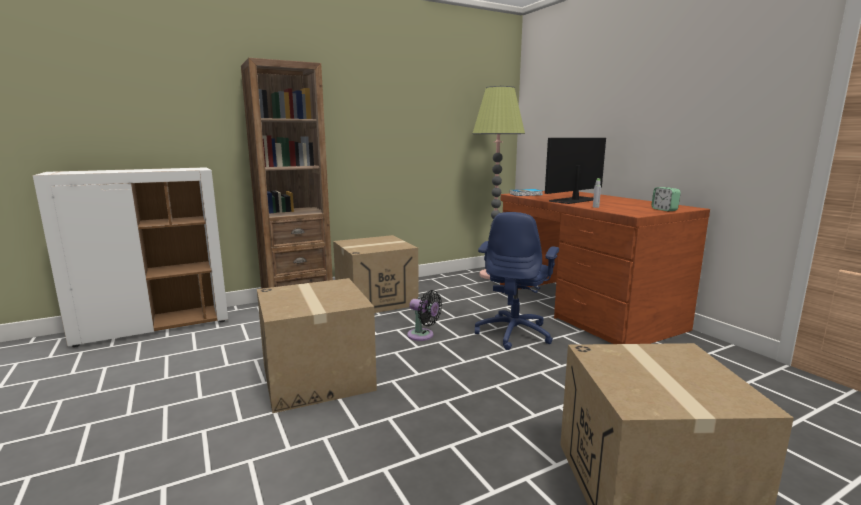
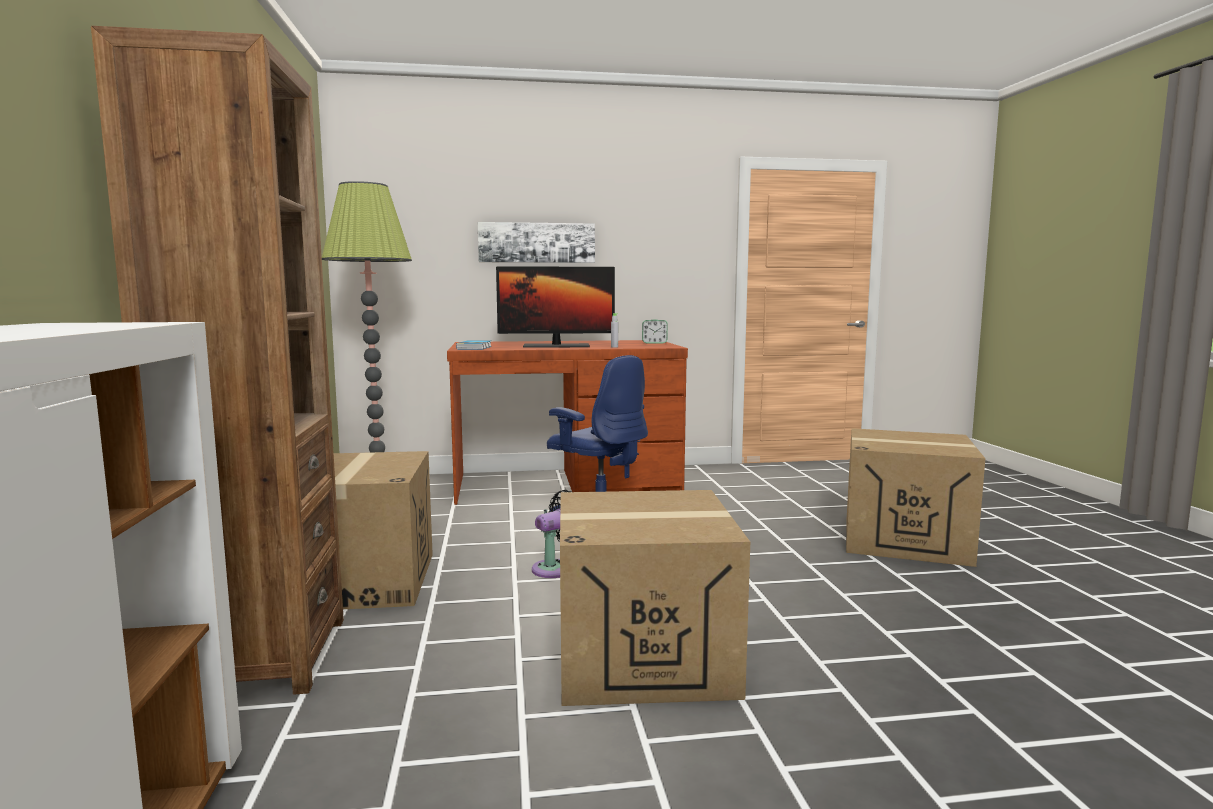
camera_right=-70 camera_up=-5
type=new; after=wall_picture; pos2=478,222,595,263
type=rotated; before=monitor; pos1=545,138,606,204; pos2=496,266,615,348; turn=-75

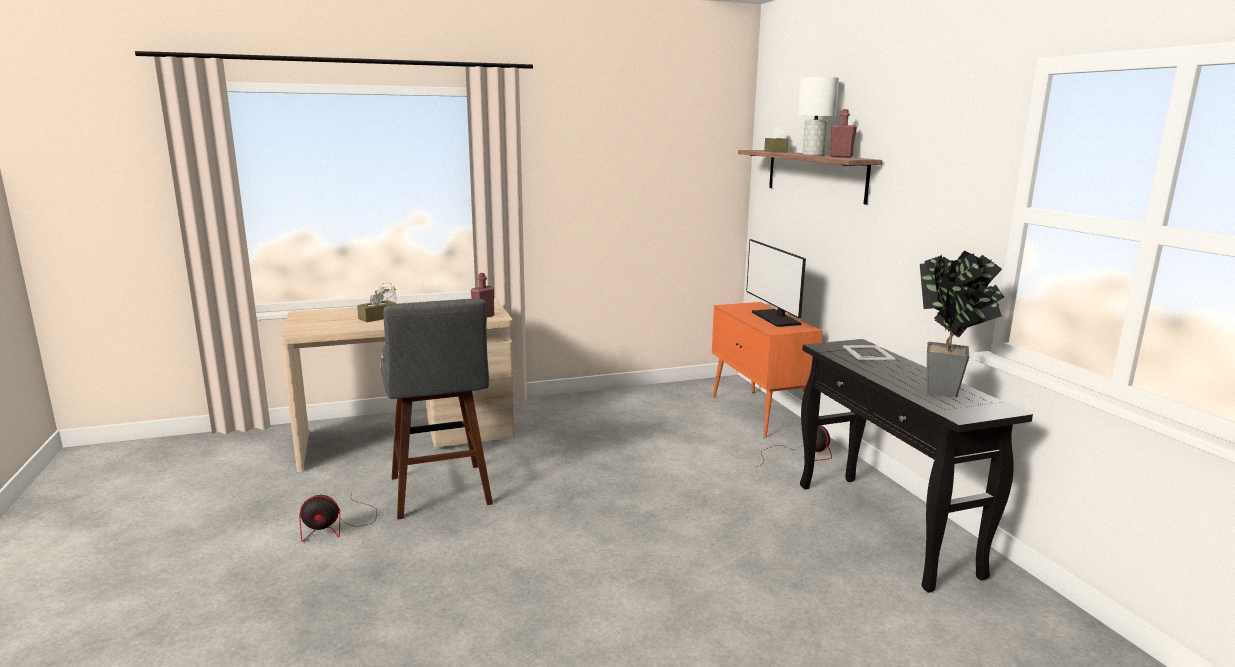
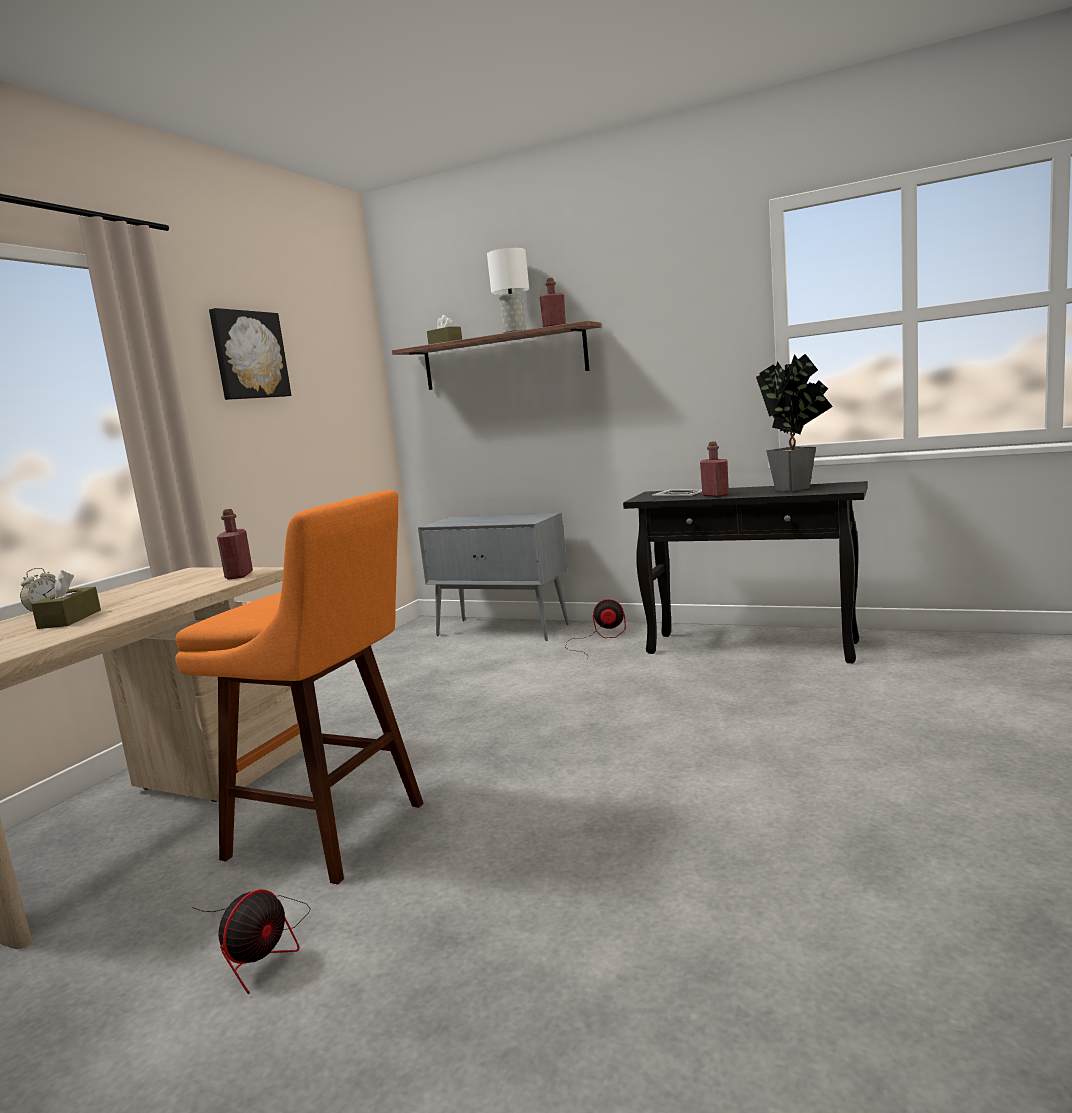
camera_right=-45 camera_up=-5
type=gone; before=monitor; pos1=746,239,806,327
type=new; after=wall_picture; pos2=209,308,291,400
type=new; after=red_drink_bottle; pos2=700,441,729,497
type=repainted; before=greyish_stool_seat; after=orangey_stool_seat; pos1=380,299,493,520; pos2=175,490,424,885
type=repainted; before=orangey_storage_cabinet; after=greyish_storage_cabinet; pos1=712,302,823,438; pos2=418,513,569,641

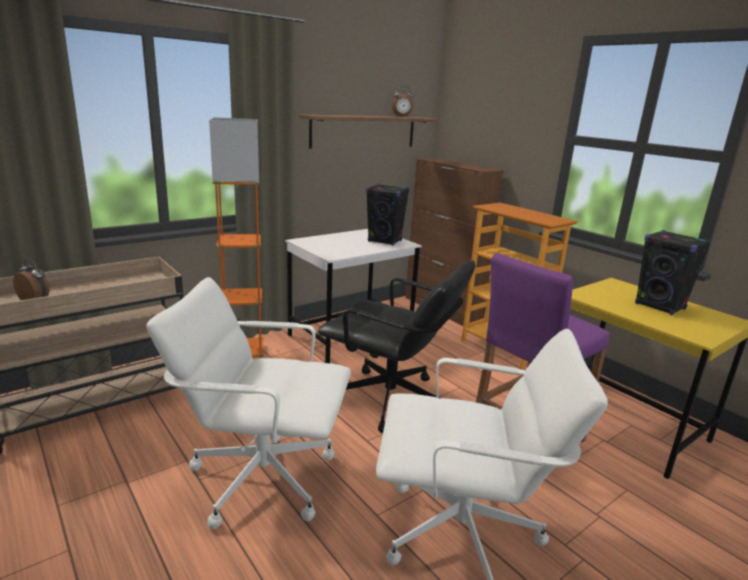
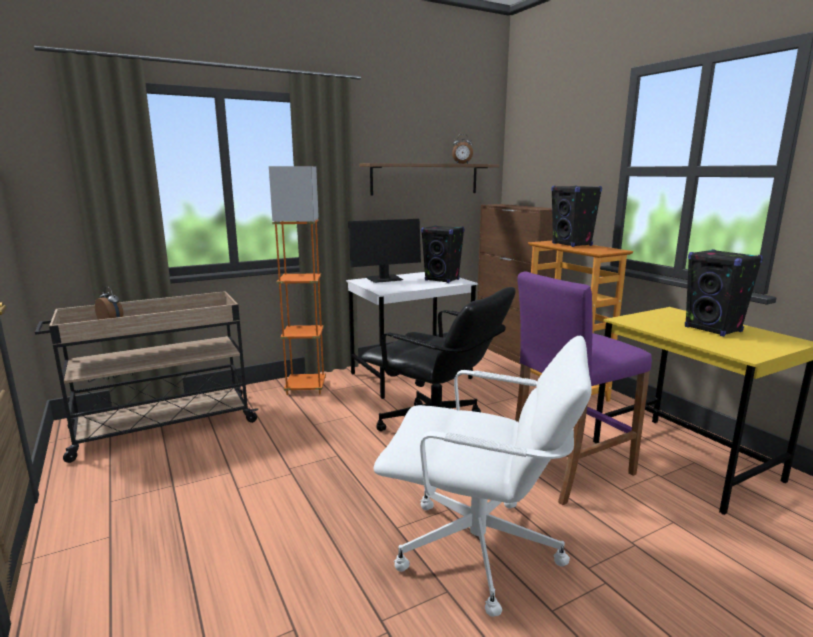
camera_right=10 camera_up=-5
type=gone; before=white_office_chair; pos1=146,277,351,529
type=new; after=monitor; pos2=348,219,421,283
type=new; after=blackish_speaker; pos2=551,185,602,247

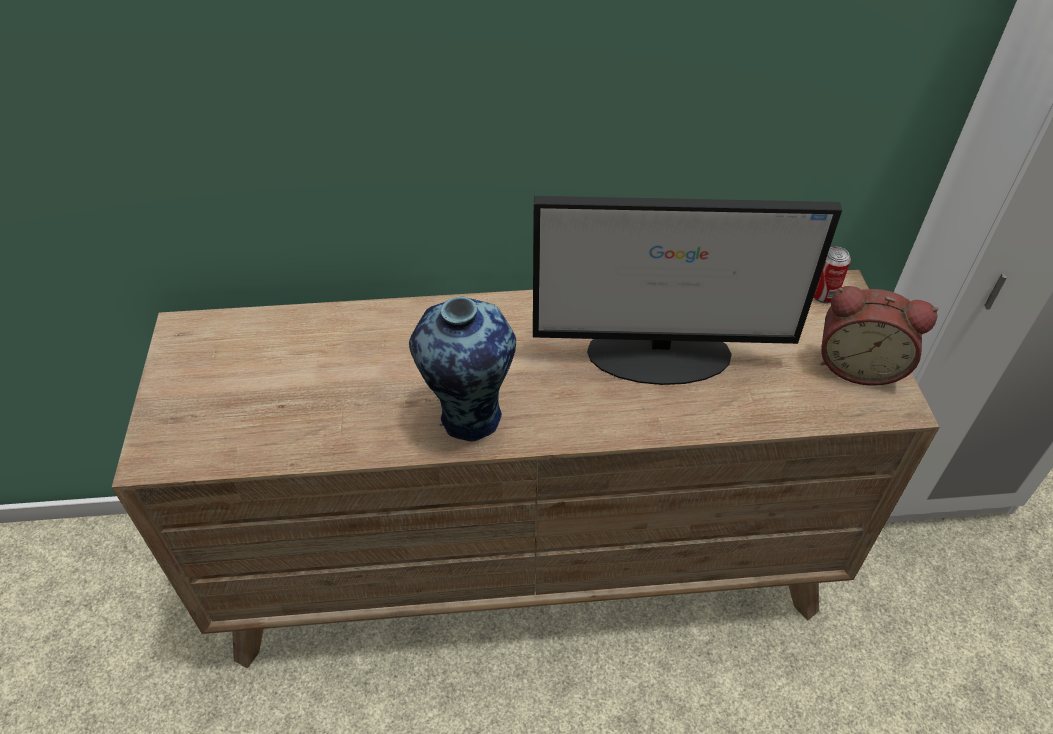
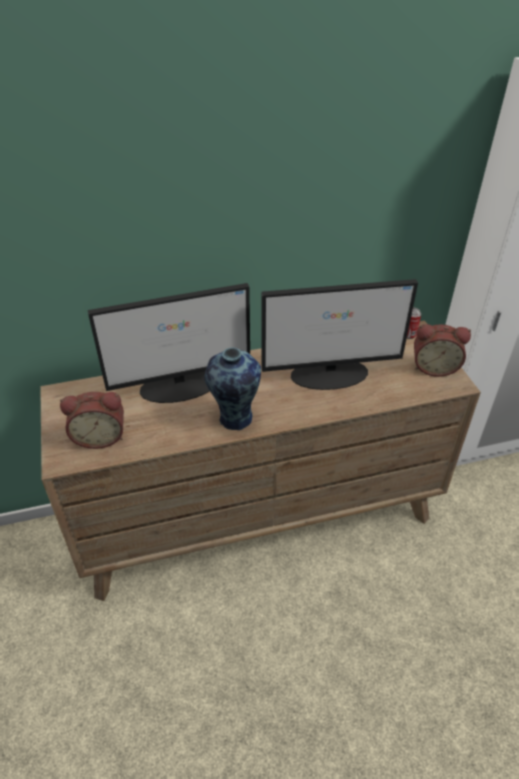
camera_right=-10 camera_up=-5
type=new; after=bedside_clock; pos2=60,392,124,449
type=new; after=monitor; pos2=88,283,250,403

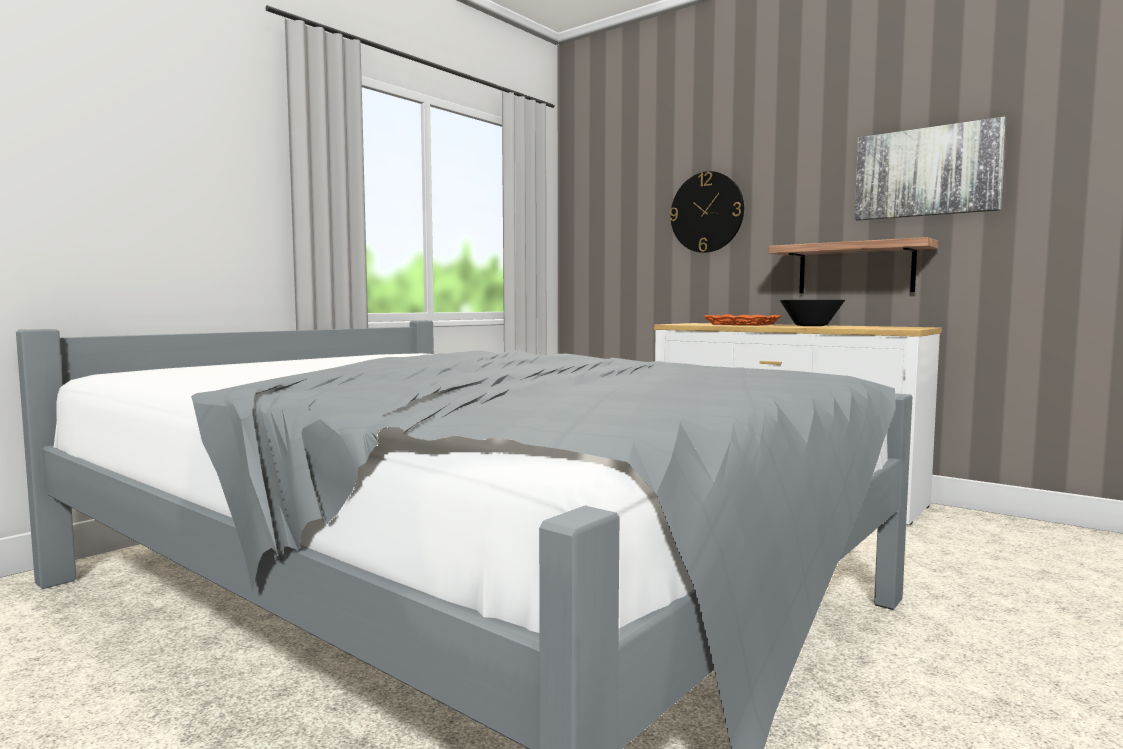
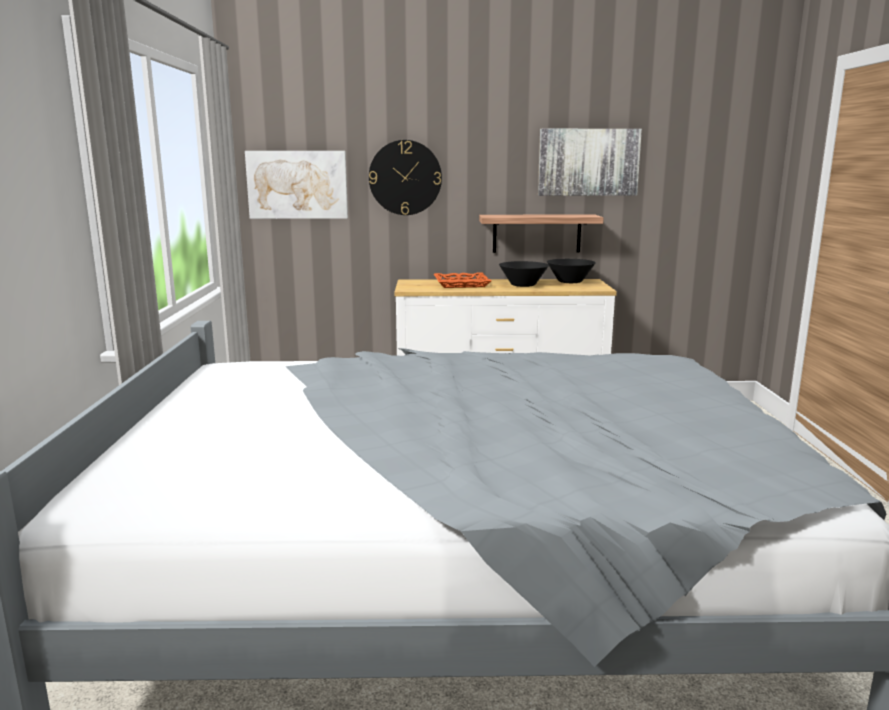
camera_right=-40 camera_up=10
type=new; after=wall_picture; pos2=245,151,348,219
type=new; after=blackish_bowl; pos2=547,259,596,283

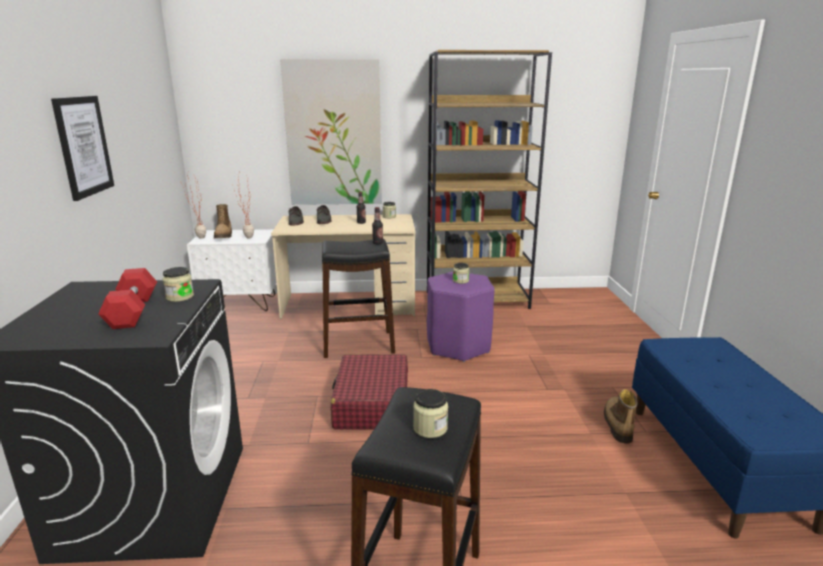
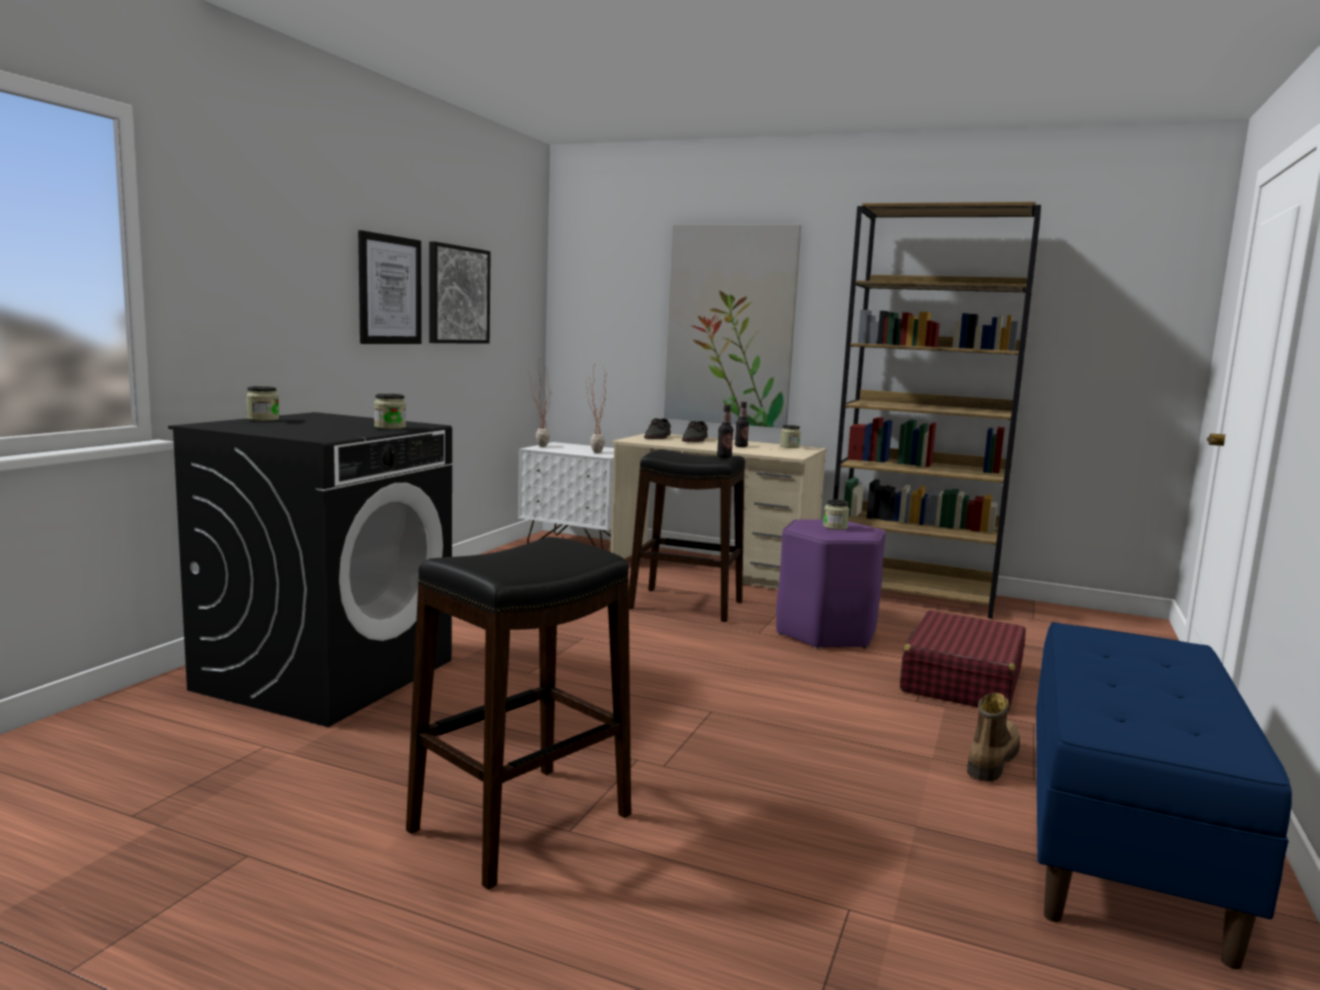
camera_right=25 camera_up=-10
type=gone; before=red_hand_weight; pos1=98,268,157,329
type=gone; before=tall_boot; pos1=214,204,232,238
type=new; after=wall_picture; pos2=429,242,491,344
type=shifted; before=red_piece_of_luggage; pos1=331,354,408,430; pos2=900,610,1026,712
type=shifted; before=storage_jar; pos1=413,389,448,438; pos2=246,386,279,421

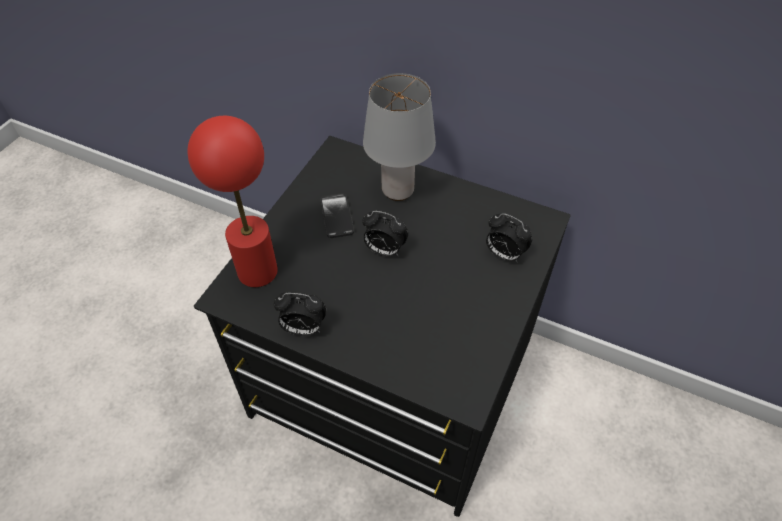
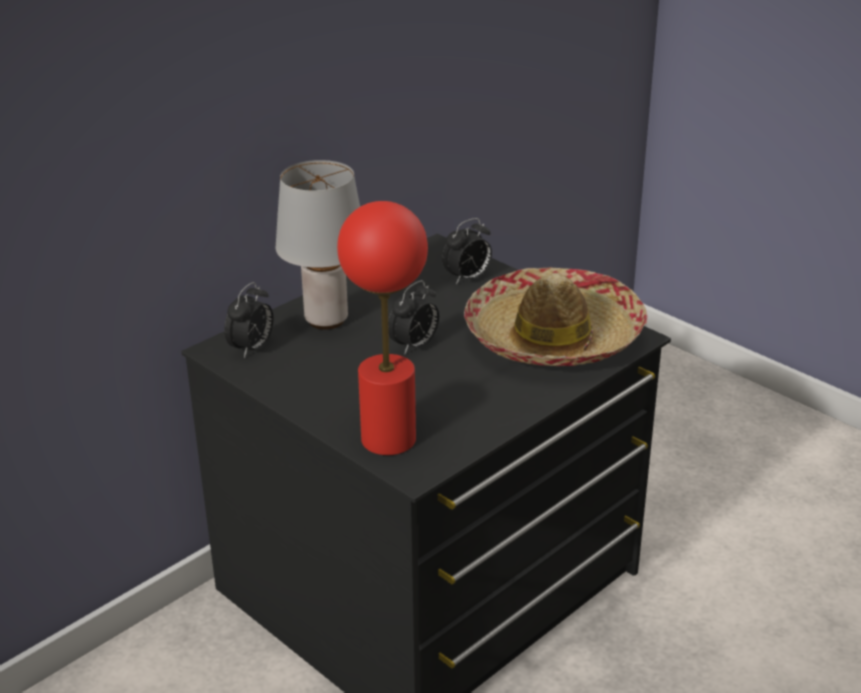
camera_right=-70 camera_up=-20
type=gone; before=handset; pos1=320,193,354,238
type=new; after=wearable_hat; pos2=464,267,647,366
type=shifted; before=bedside_clock; pos1=274,293,326,336; pos2=224,282,273,358

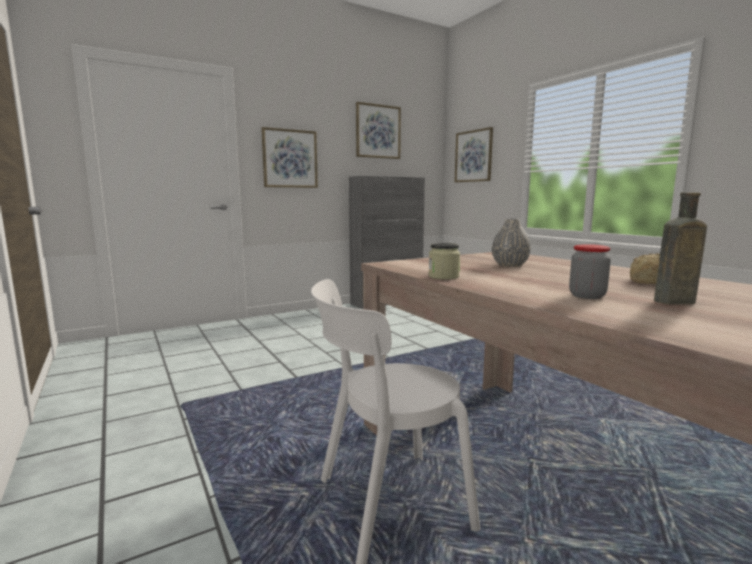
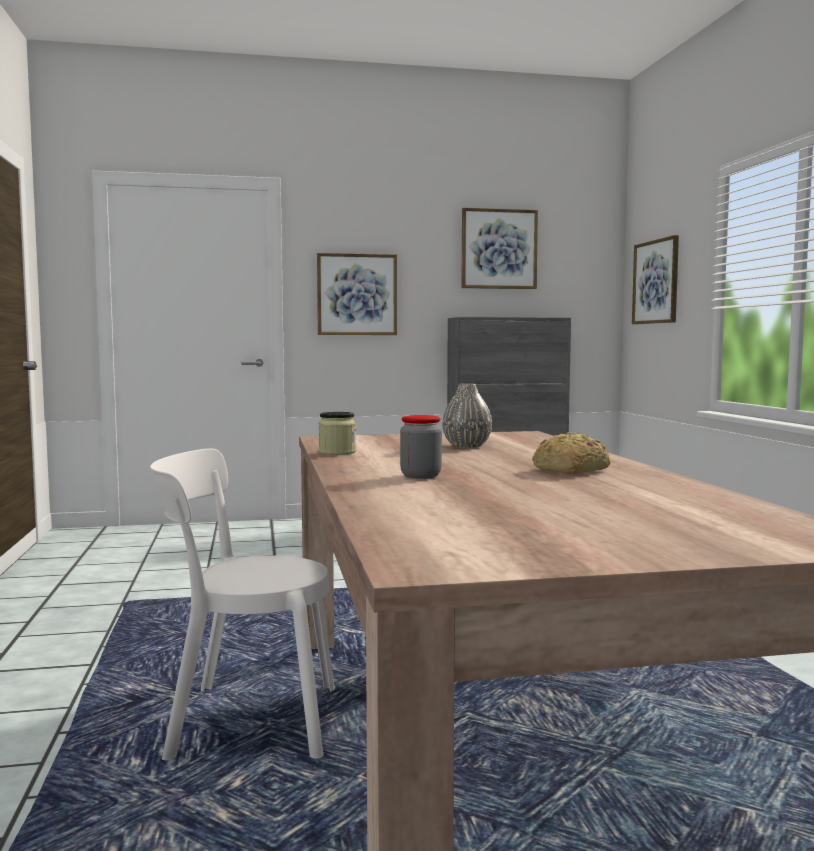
camera_right=20 camera_up=-5
type=gone; before=brown_drink_bottle; pos1=654,192,707,304

